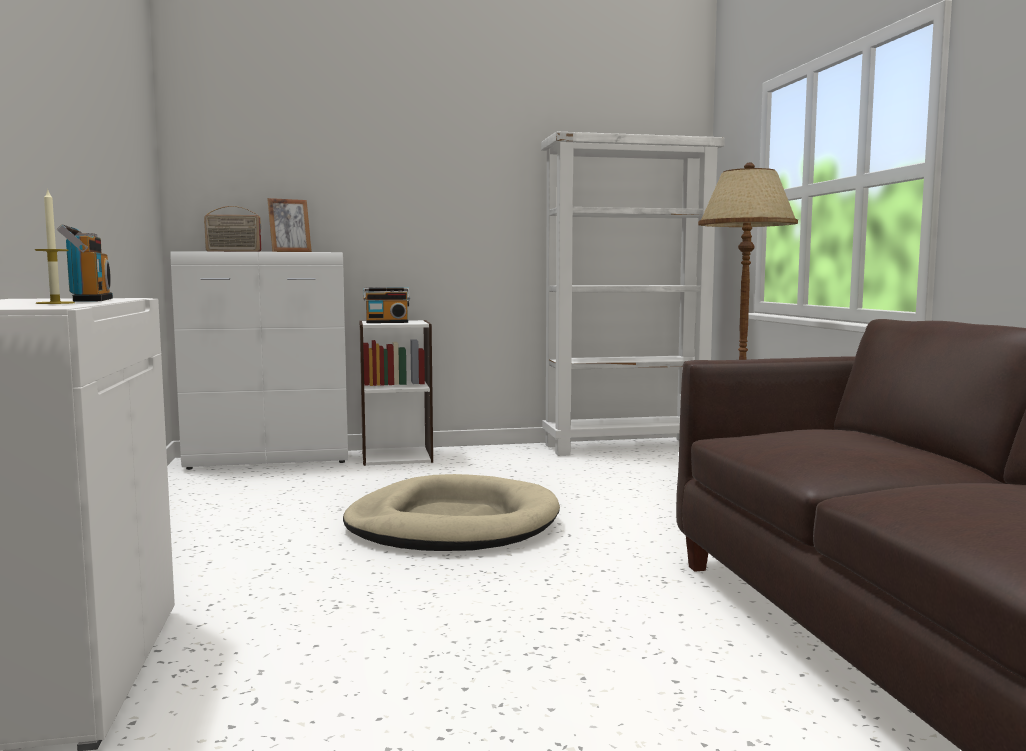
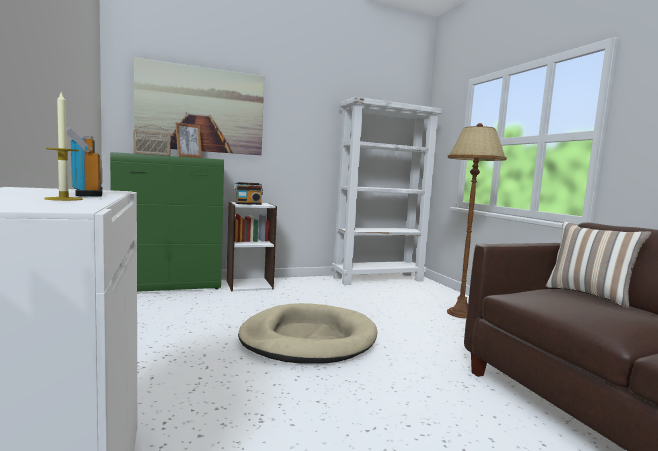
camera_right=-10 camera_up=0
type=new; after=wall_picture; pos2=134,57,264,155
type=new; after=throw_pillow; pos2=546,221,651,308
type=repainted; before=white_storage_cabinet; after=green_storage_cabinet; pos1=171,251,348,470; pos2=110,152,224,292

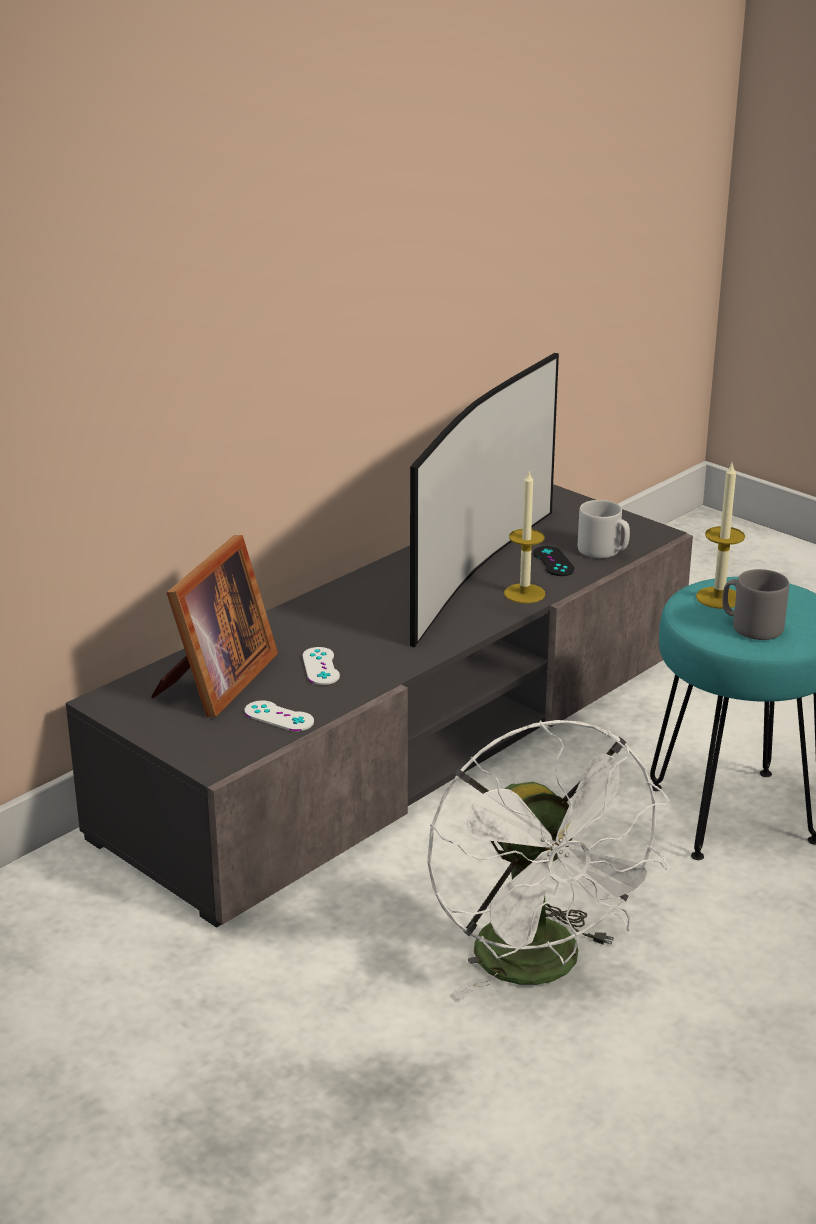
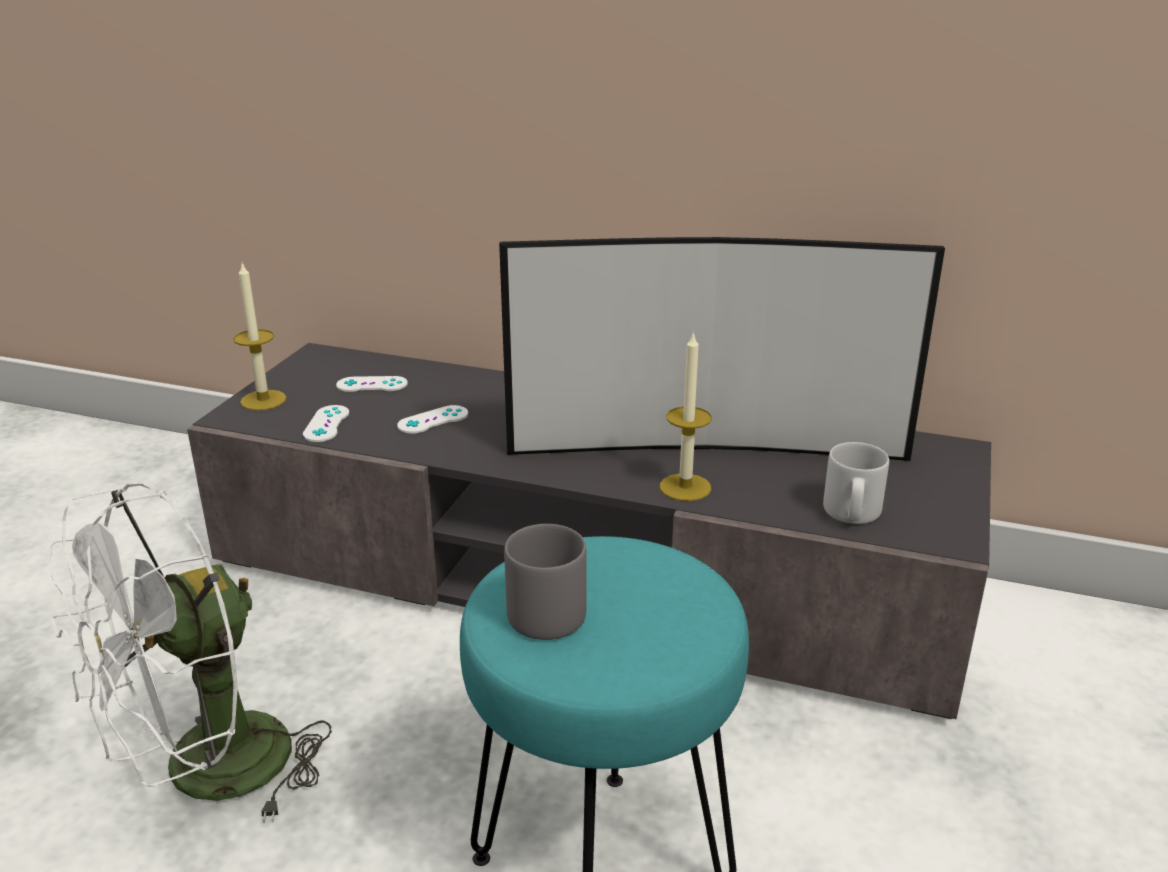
camera_right=65 camera_up=0
type=gone; before=blackish_game_controller; pos1=533,546,575,576
type=shifted; before=wax_candle; pos1=696,461,745,609; pos2=233,263,287,410
type=swapped; before=photo_frame; after=white_game_controller; pos1=151,535,278,717; pos2=336,376,408,392

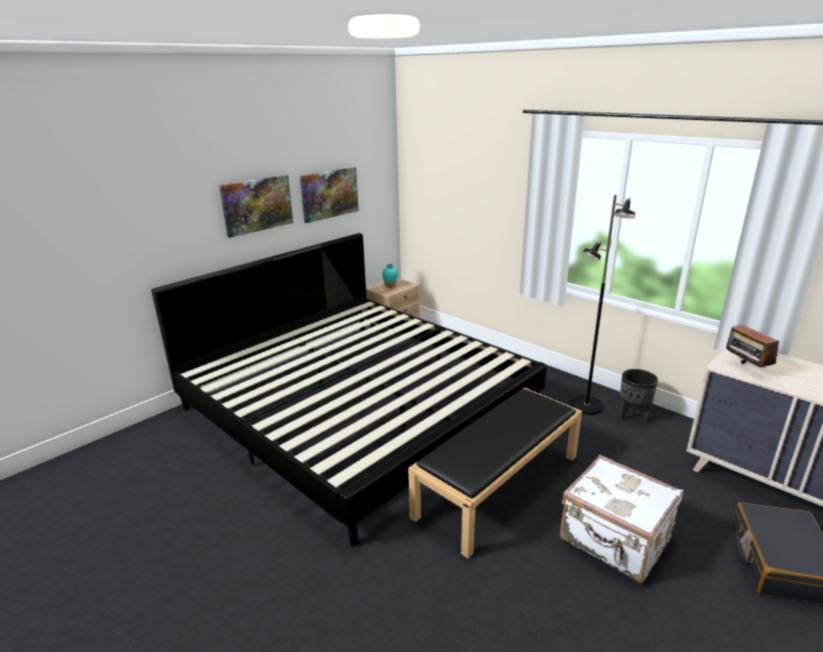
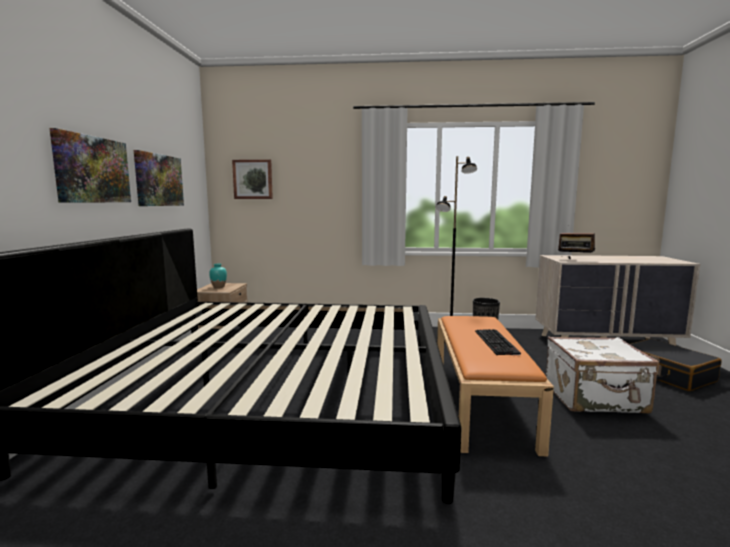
camera_right=-40 camera_up=-15
type=new; after=wall_picture; pos2=232,159,273,199
type=new; after=computer_keyboard; pos2=475,329,521,355
type=repainted; before=blackish_bench; after=orangey_bench; pos1=408,388,582,558; pos2=437,316,554,457

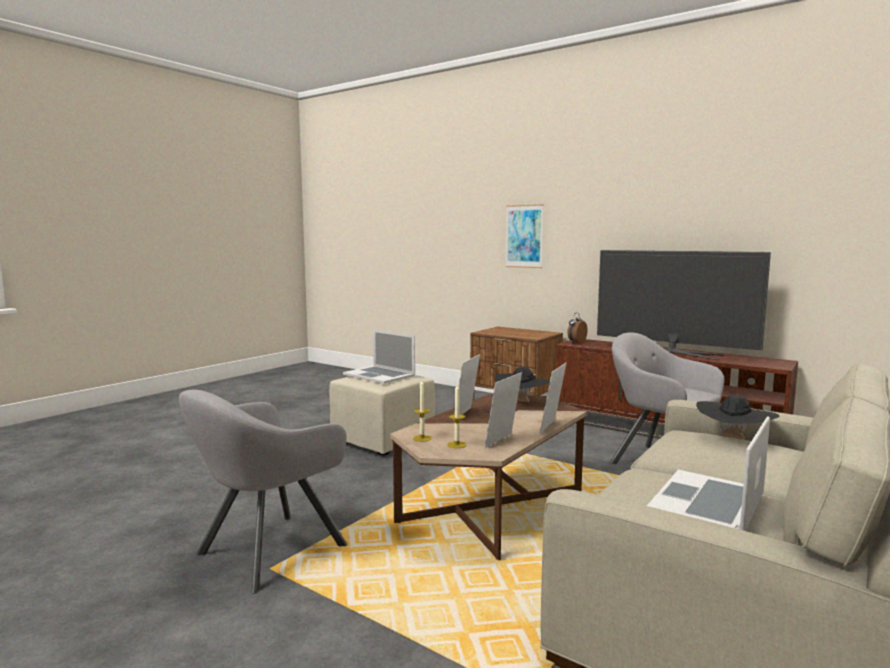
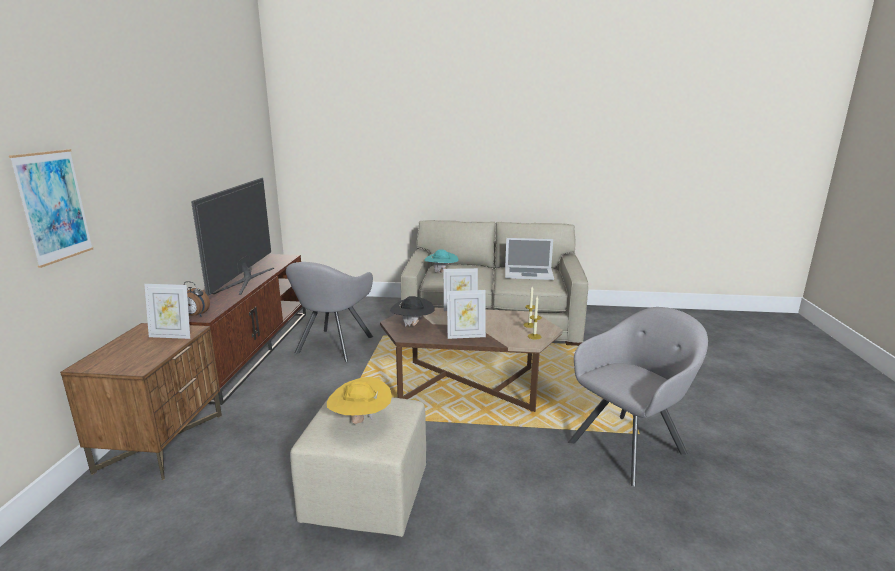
camera_right=-120 camera_up=10
type=shifted; before=photo_frame; pos1=484,372,522,448; pos2=144,284,190,339
type=swapped; before=portable_computer; after=yellow_wearable_hat; pos1=343,330,415,384; pos2=327,377,392,424
type=repainted; before=blackish_wearable_hat; after=blue-green_wearable_hat; pos1=696,395,780,439; pos2=424,249,458,273
type=rotated; before=greyish_armchair; pos1=179,390,348,594; pos2=568,307,708,487; turn=-45

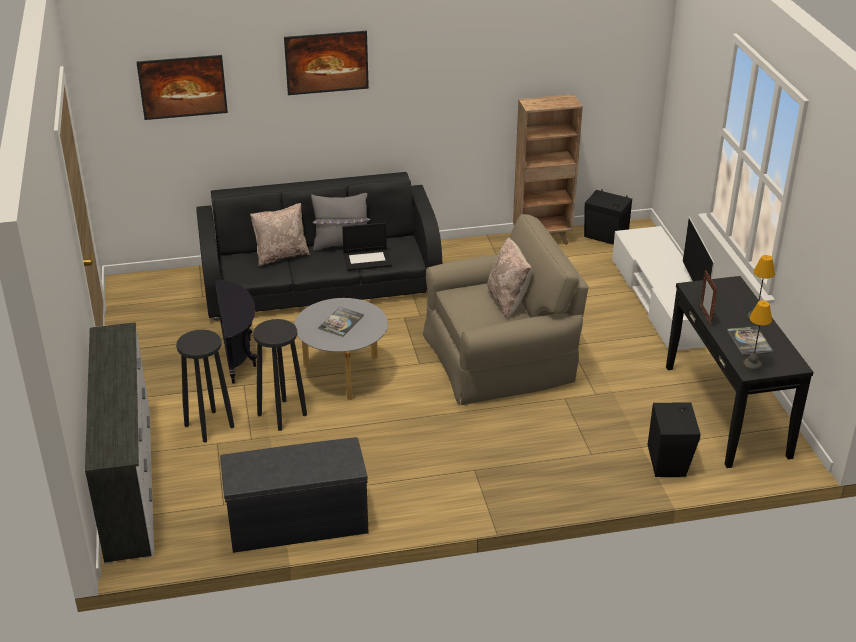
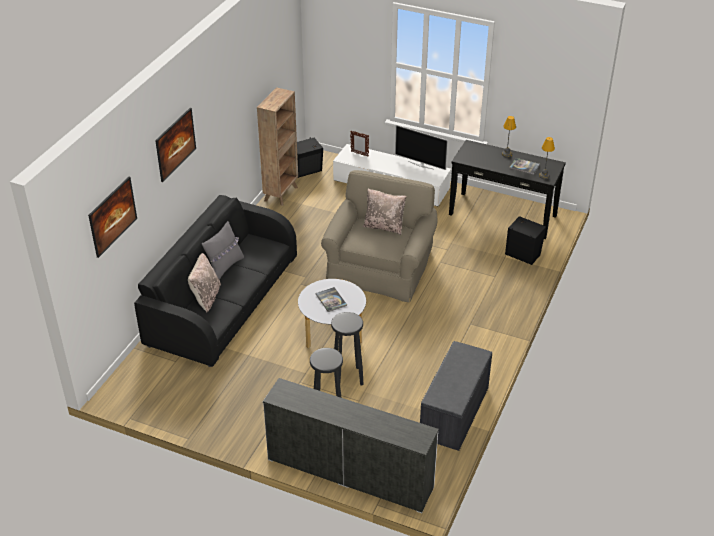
camera_right=-55 camera_up=5
type=gone; before=blackish_end_table; pos1=215,280,257,384
type=gone; before=portable_computer; pos1=342,222,392,271
type=shifted; before=photo_frame; pos1=700,270,717,325; pos2=350,130,369,157

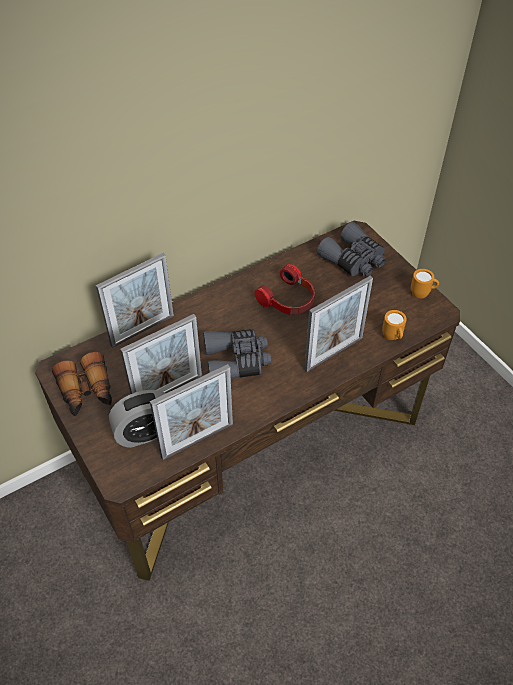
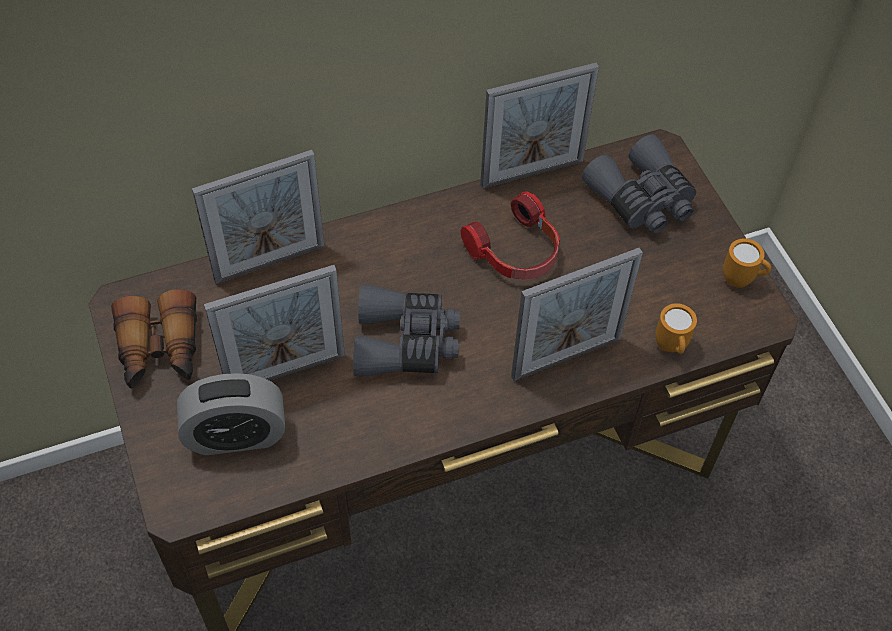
camera_right=10 camera_up=5
type=shifted; before=photo_frame; pos1=150,364,233,460; pos2=480,62,599,189

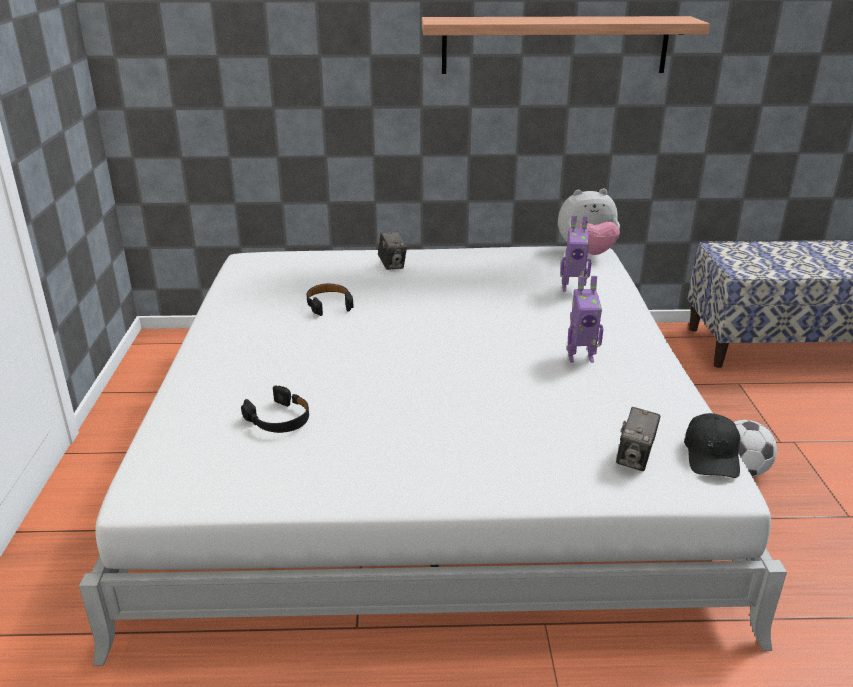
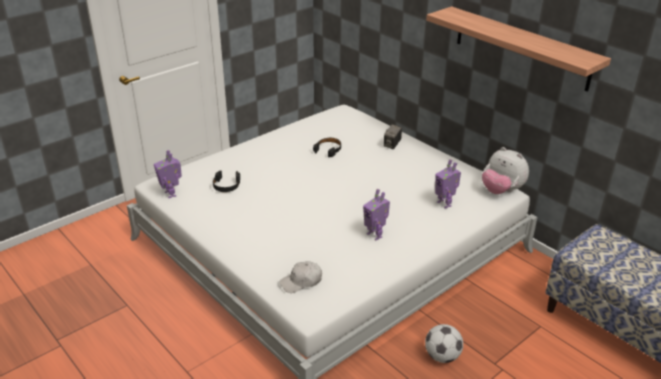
camera_right=50 camera_up=5
type=gone; before=blackish_peaked_cap; pos1=684,413,740,478
type=new; after=model_robot; pos2=154,150,182,198
type=swapped; before=still_camera; after=white_peaked_cap; pos1=616,407,660,471; pos2=280,261,322,293

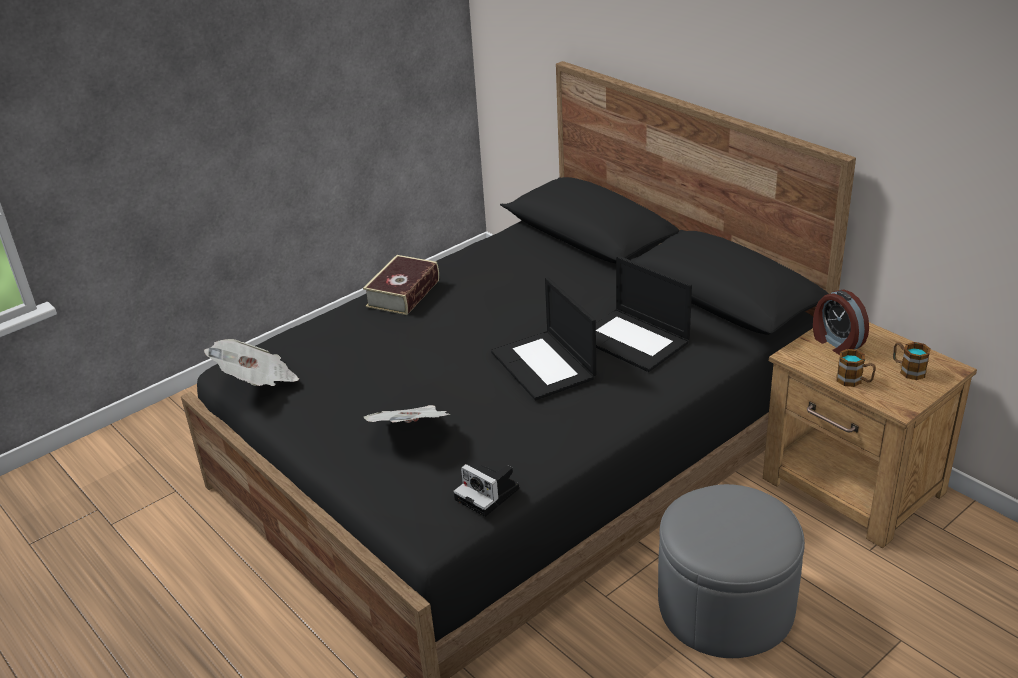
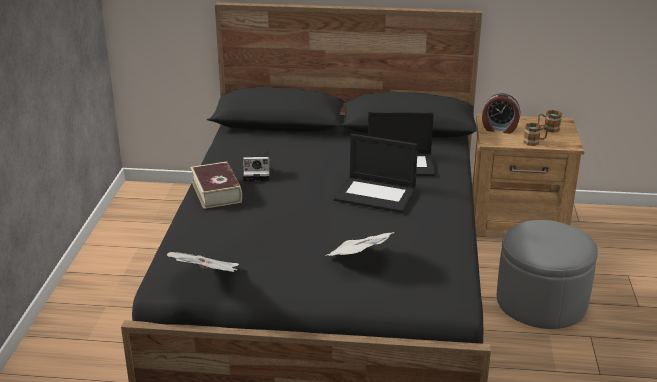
camera_right=-45 camera_up=-5
type=shifted; before=still_camera; pos1=454,464,519,517; pos2=243,151,270,182

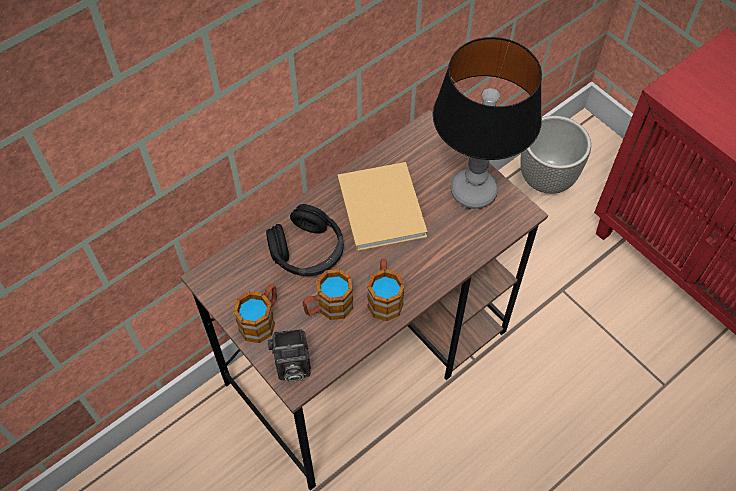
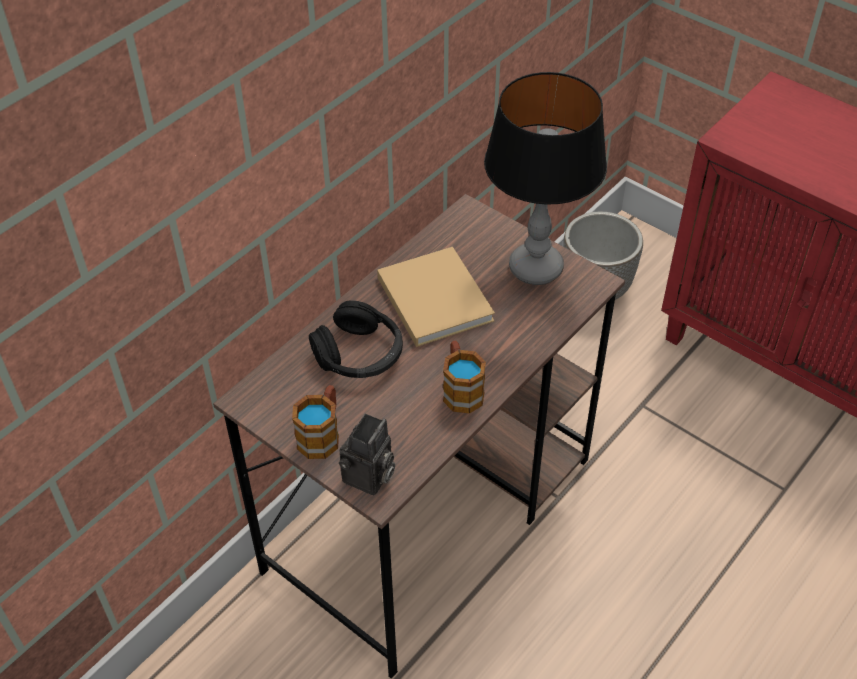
camera_right=-10 camera_up=-10
type=gone; before=mug; pos1=302,269,353,320
type=rotated; before=still_camera; pos1=268,329,311,382; pos2=339,413,395,495; turn=-45

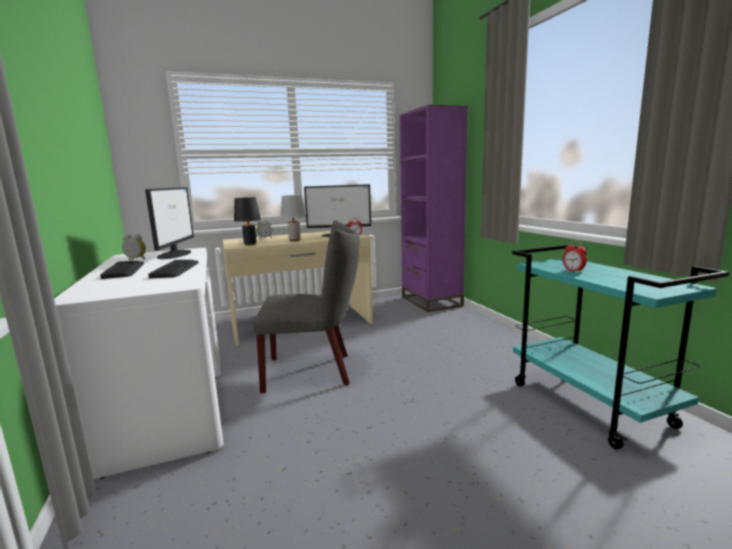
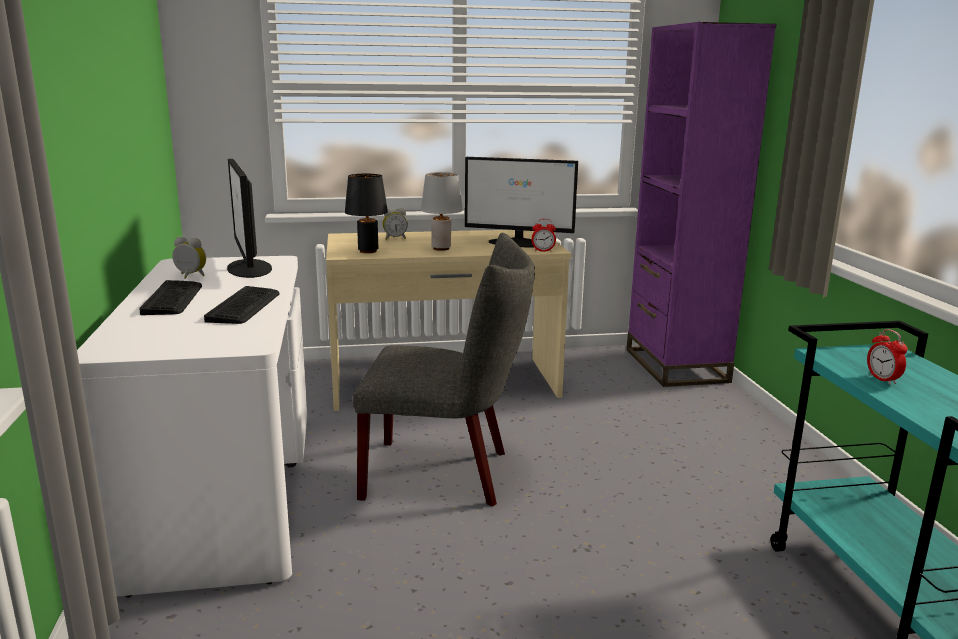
camera_right=10 camera_up=5
type=rotated; before=monitor; pos1=145,187,194,259; pos2=227,159,272,278; turn=150

